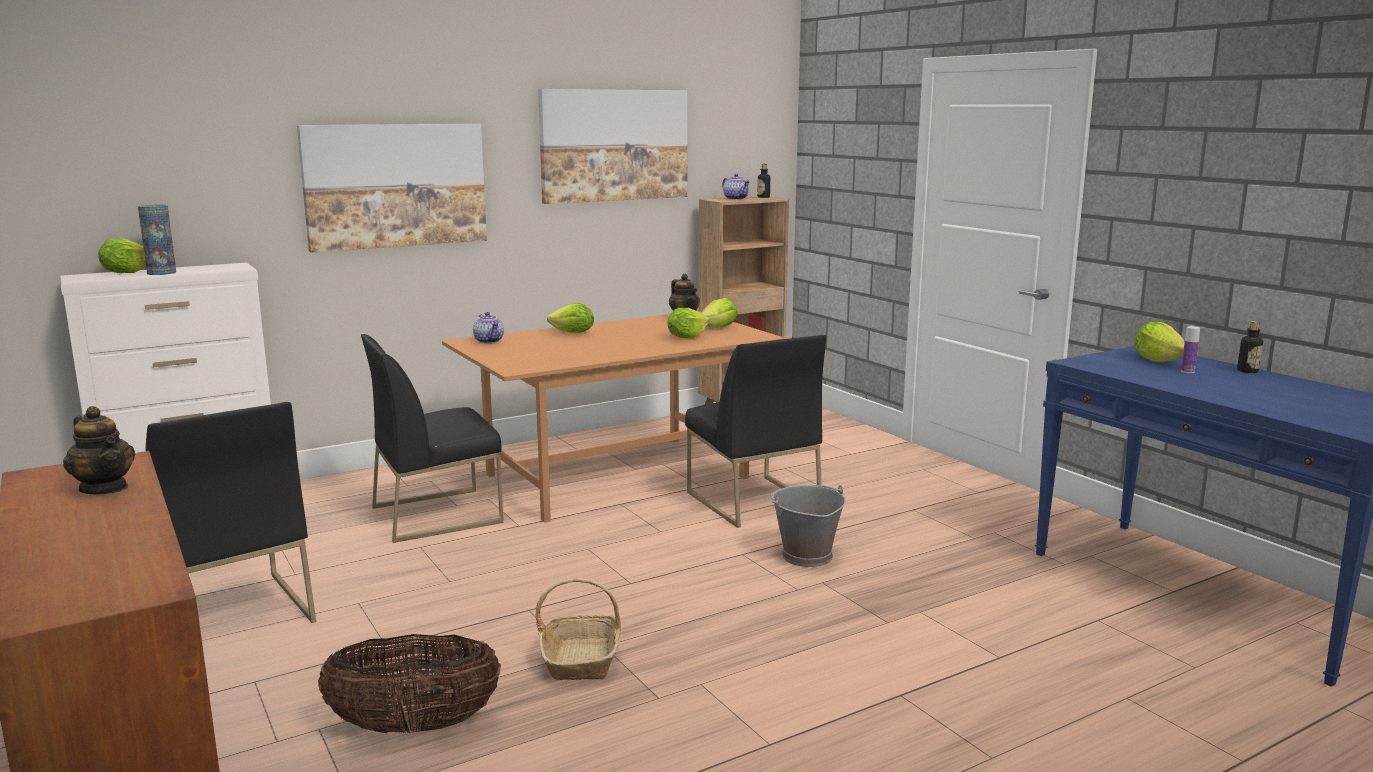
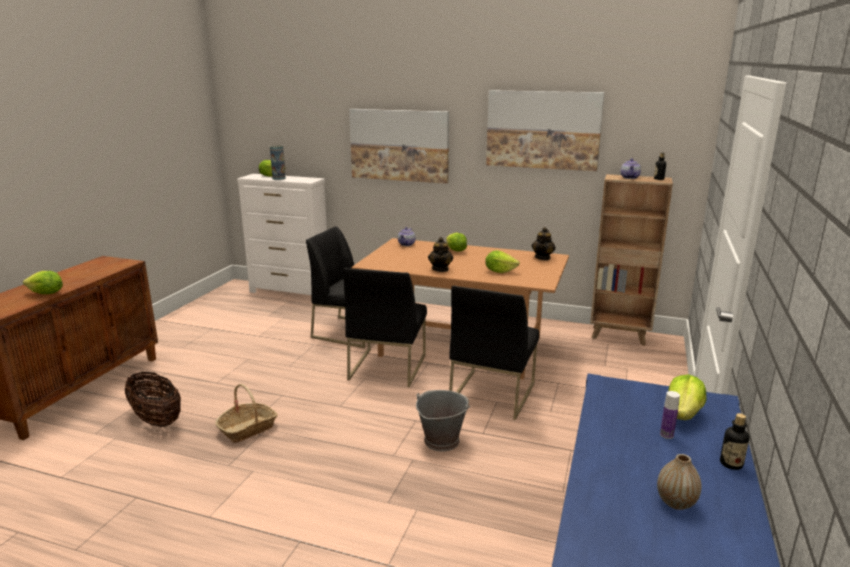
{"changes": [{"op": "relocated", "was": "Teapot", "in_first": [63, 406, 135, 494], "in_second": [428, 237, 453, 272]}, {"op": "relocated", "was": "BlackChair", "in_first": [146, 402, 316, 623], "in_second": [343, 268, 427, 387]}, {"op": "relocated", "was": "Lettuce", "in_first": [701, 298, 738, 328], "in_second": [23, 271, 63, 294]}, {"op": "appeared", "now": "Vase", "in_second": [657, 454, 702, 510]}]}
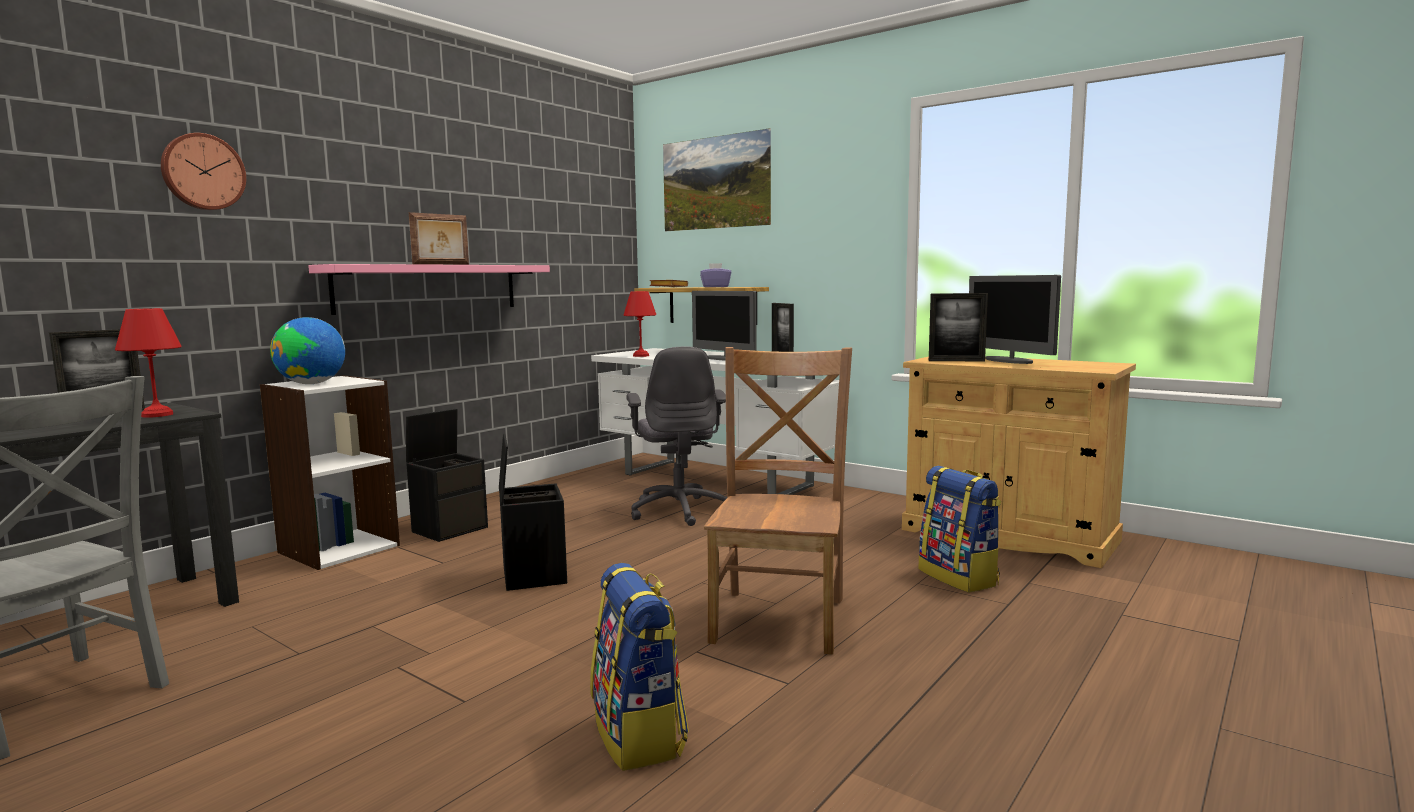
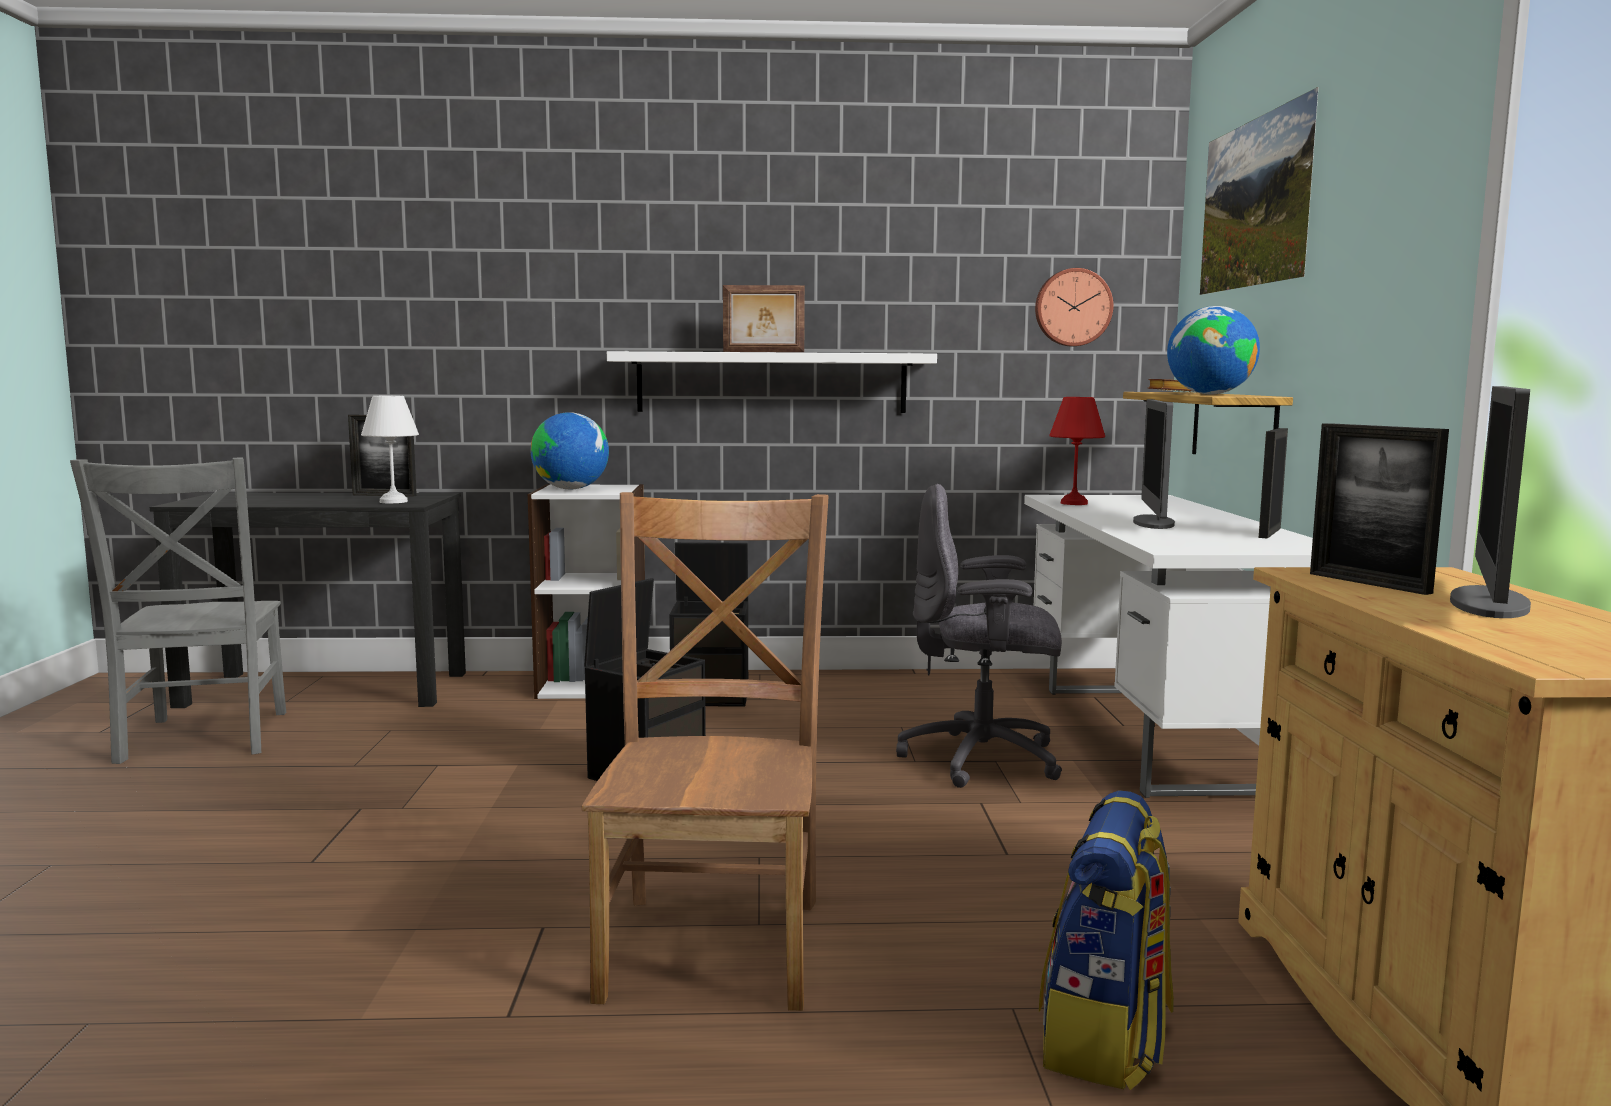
{"changes": [{"op": "colour", "was": "RedTableLamp", "now": "WhiteTableLamp", "in_first": [115, 308, 182, 418], "in_second": [361, 396, 419, 504]}, {"op": "relocated", "was": "WallClock", "in_first": [161, 133, 246, 210], "in_second": [1035, 268, 1113, 346]}, {"op": "colour", "was": "PinkShelf", "now": "WhiteShelf", "in_first": [308, 264, 550, 315], "in_second": [607, 351, 937, 413]}, {"op": "missing", "was": "Backpack", "in_first": [590, 563, 689, 771]}, {"op": "spun", "was": "GreyOfficeChair", "in_first": [626, 346, 727, 526], "in_second": [896, 484, 1062, 788], "clockwise": 60}, {"op": "exchanged", "was": "PurpleTissueBox", "now": "Globe", "in_first": [700, 263, 731, 287], "in_second": [1167, 306, 1260, 394]}, {"op": "spun", "was": "BrownChair", "in_first": [704, 347, 852, 655], "in_second": [582, 492, 829, 1011], "clockwise": -60}]}
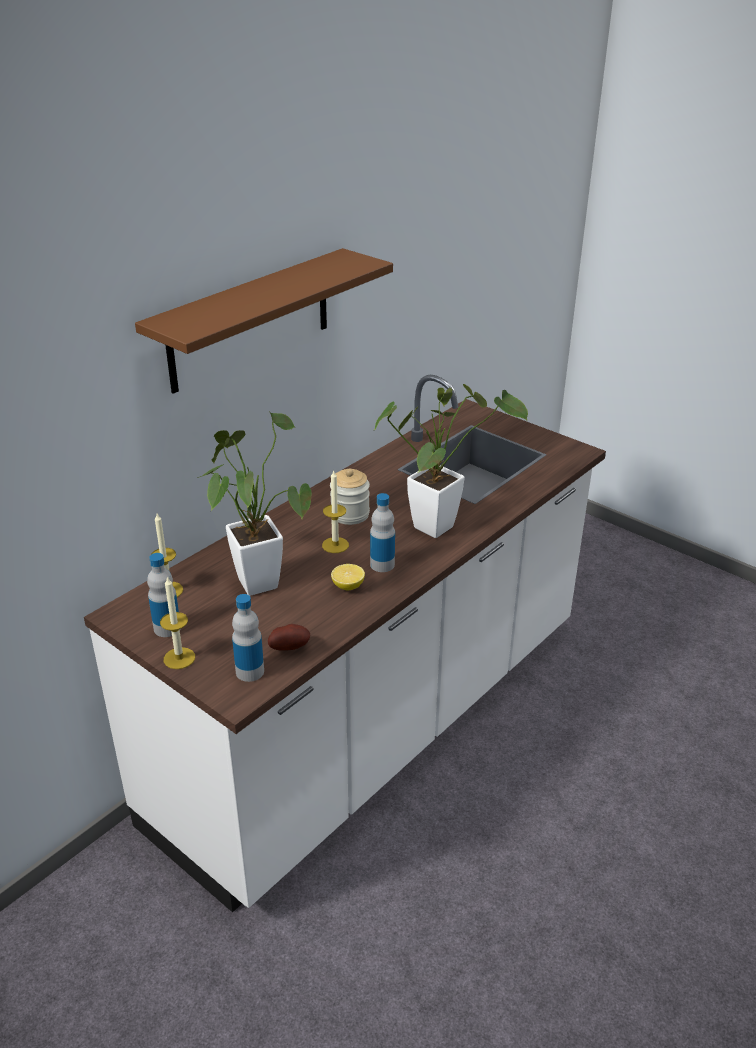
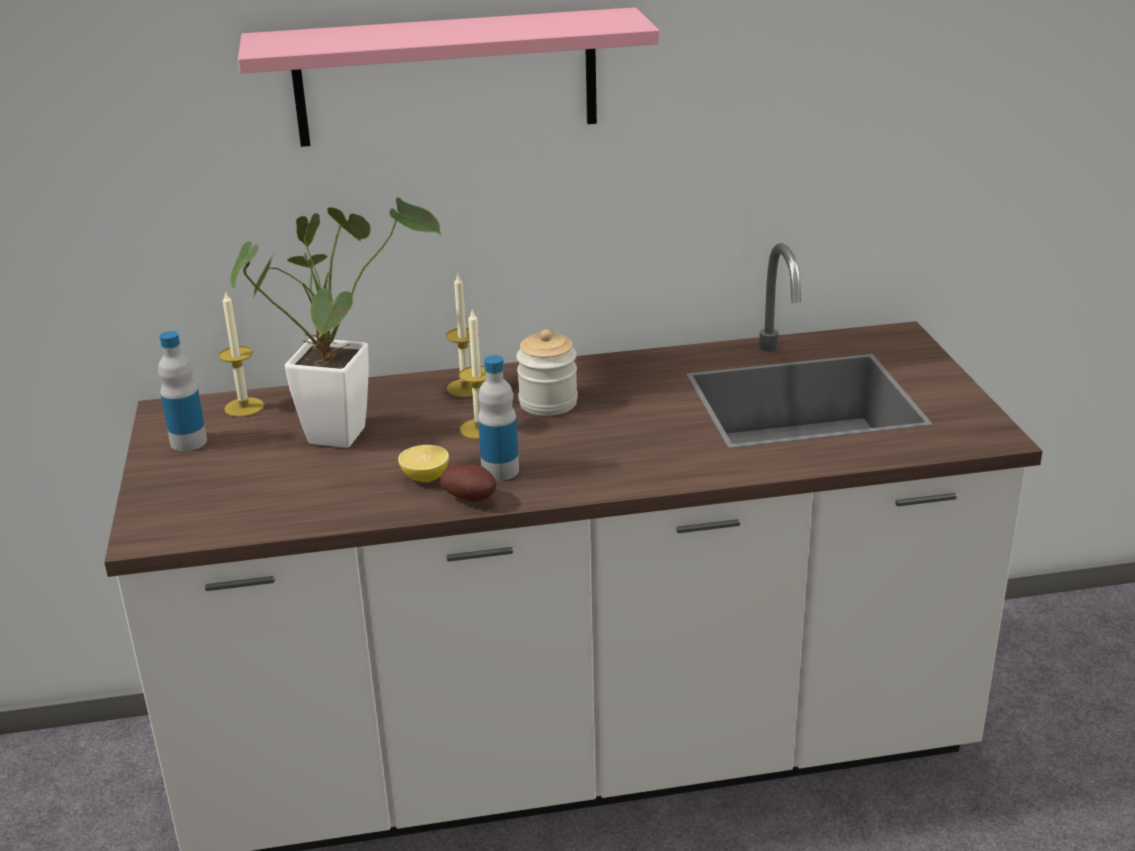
{"changes": [{"op": "colour", "was": "BrownShelf", "now": "PinkShelf", "in_first": [135, 248, 393, 394], "in_second": [238, 7, 660, 147]}, {"op": "relocated", "was": "Candle", "in_first": [160, 576, 195, 669], "in_second": [446, 274, 483, 397]}, {"op": "missing", "was": "Bottle", "in_first": [232, 594, 264, 682]}, {"op": "relocated", "was": "Potato", "in_first": [268, 624, 310, 651], "in_second": [440, 464, 496, 502]}, {"op": "missing", "was": "PottedPlant", "in_first": [373, 384, 528, 538]}]}
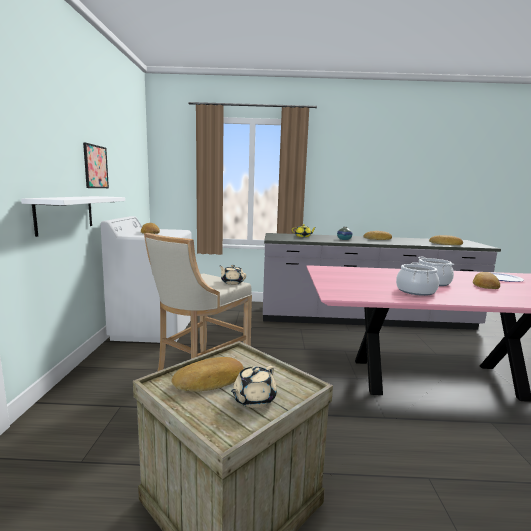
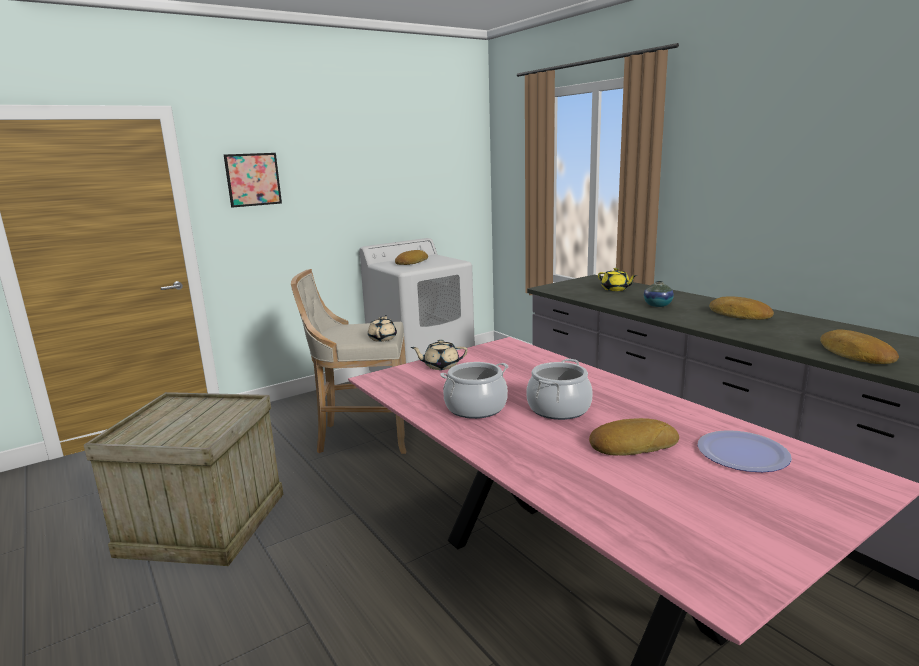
{"changes": [{"op": "missing", "was": "WhiteShelf", "in_first": [21, 196, 125, 237]}, {"op": "relocated", "was": "Picture", "in_first": [83, 142, 109, 188], "in_second": [224, 153, 282, 208]}, {"op": "missing", "was": "Bread", "in_first": [172, 357, 244, 392]}, {"op": "relocated", "was": "BeigeTeapot", "in_first": [231, 366, 277, 408], "in_second": [411, 340, 468, 370]}]}
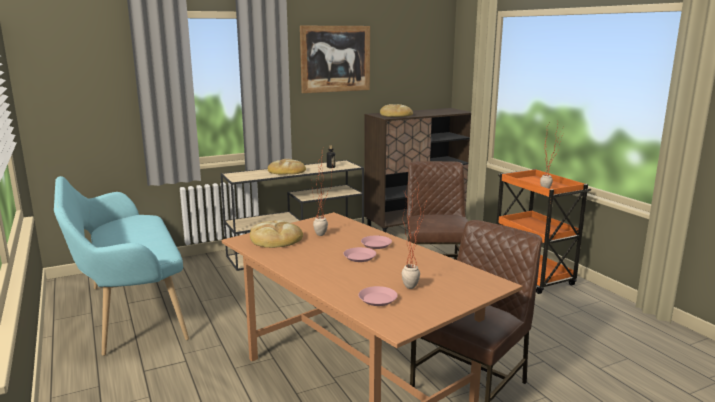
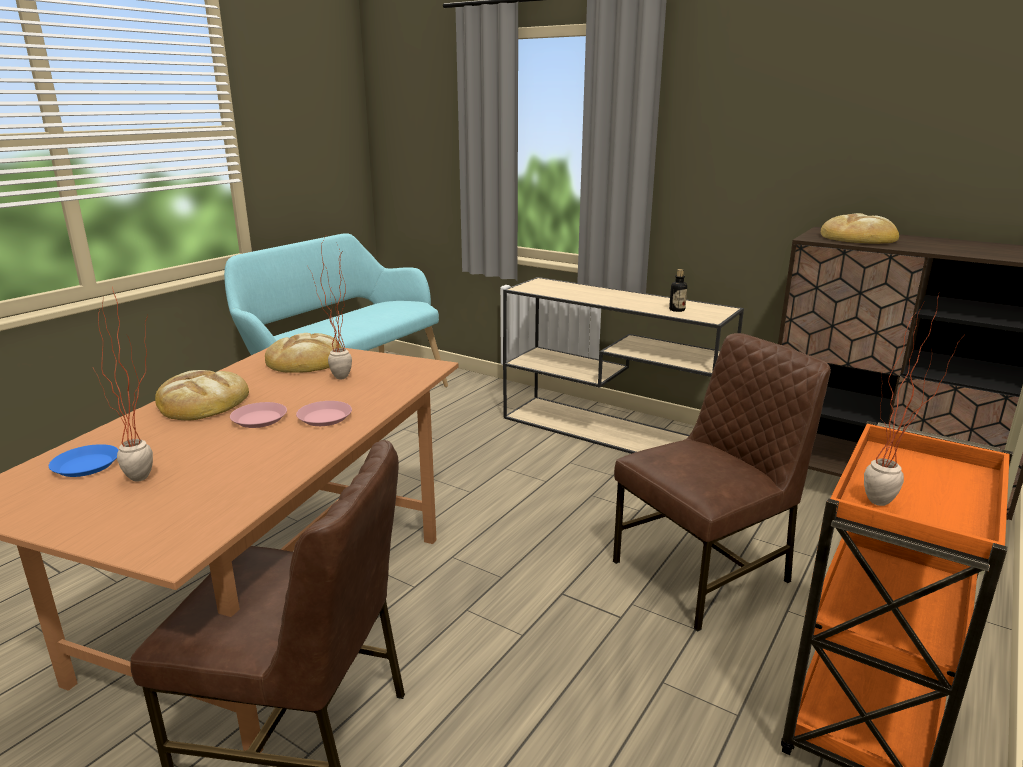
{"changes": [{"op": "relocated", "was": "Bread", "in_first": [268, 159, 306, 174], "in_second": [155, 370, 249, 420]}, {"op": "missing", "was": "Picture", "in_first": [300, 26, 370, 93]}, {"op": "colour", "was": "PinkPlate", "now": "BluePlate", "in_first": [359, 286, 398, 306], "in_second": [49, 444, 119, 477]}]}
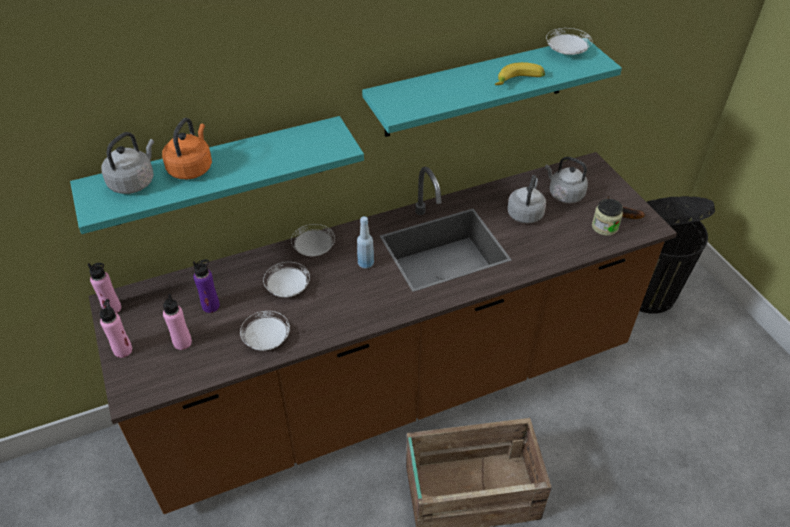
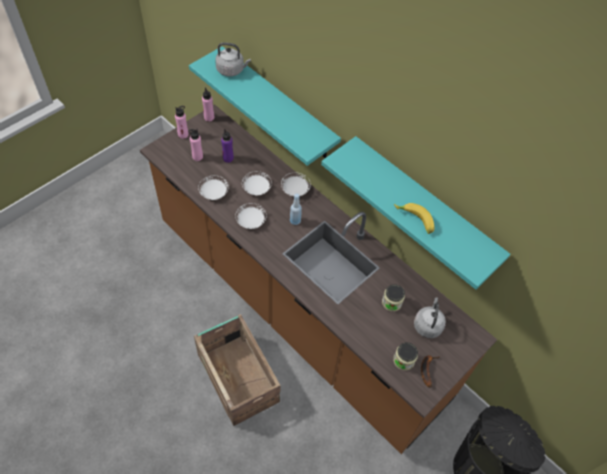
{"changes": [{"op": "missing", "was": "OrangeKettle", "in_first": [162, 118, 212, 179]}, {"op": "exchanged", "was": "GreyKettle", "now": "Jar", "in_first": [507, 175, 546, 223], "in_second": [382, 284, 405, 312]}, {"op": "relocated", "was": "WhitePlate", "in_first": [546, 28, 592, 55], "in_second": [235, 203, 267, 229]}]}
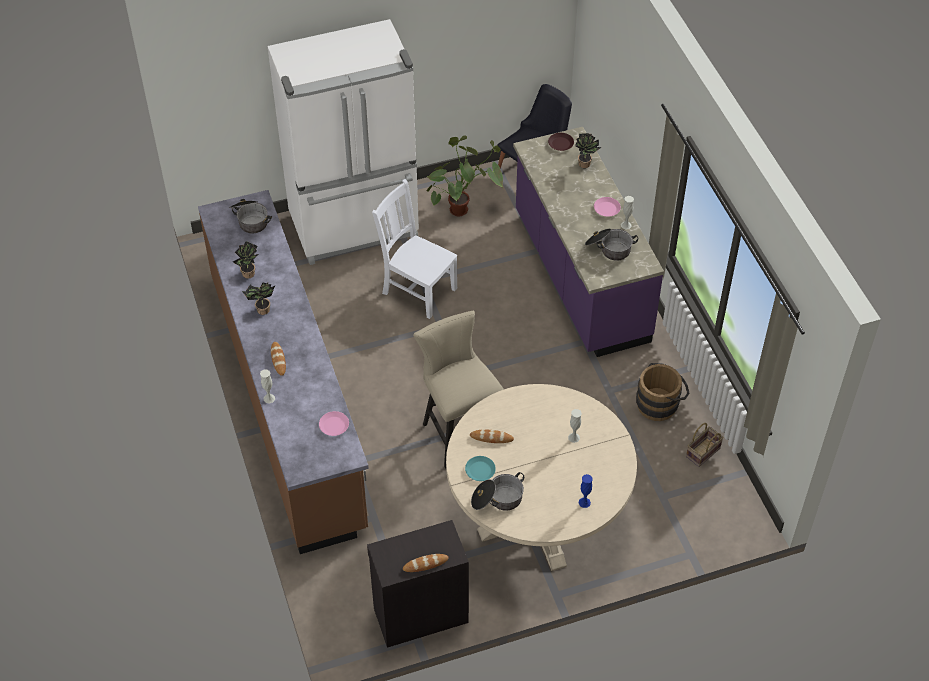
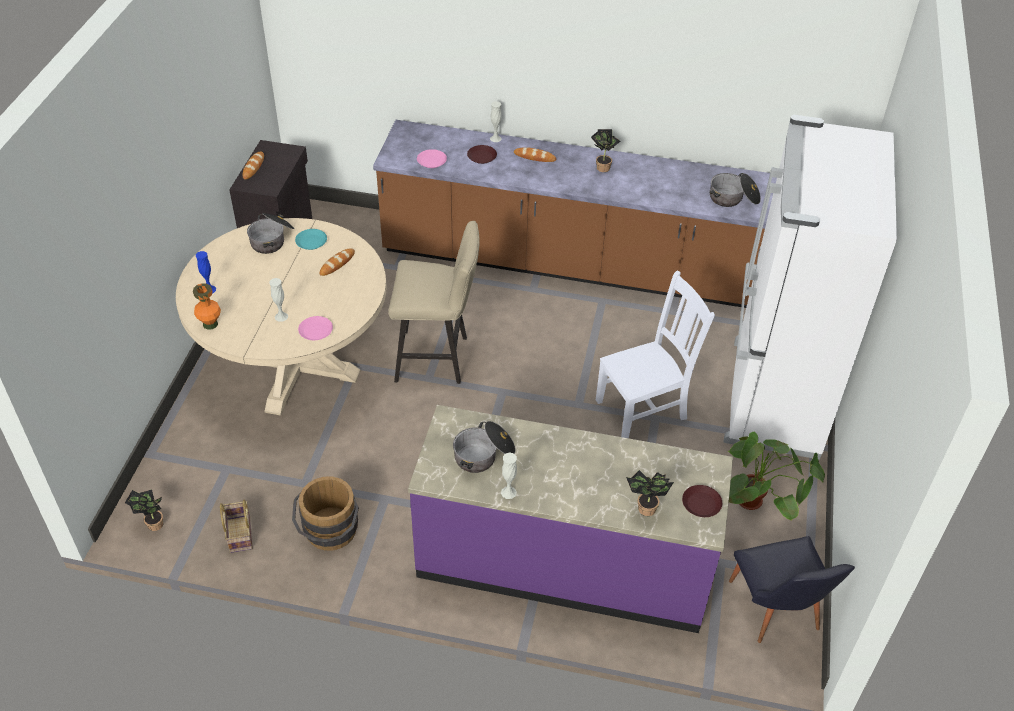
{"changes": [{"op": "relocated", "was": "PottedPlant", "in_first": [233, 241, 259, 278], "in_second": [125, 489, 163, 531]}, {"op": "relocated", "was": "PinkPlate", "in_first": [594, 197, 621, 217], "in_second": [298, 316, 333, 340]}, {"op": "appeared", "now": "OrangeVase", "in_second": [193, 283, 221, 330]}, {"op": "appeared", "now": "BrownPlate", "in_second": [467, 145, 497, 164]}]}
